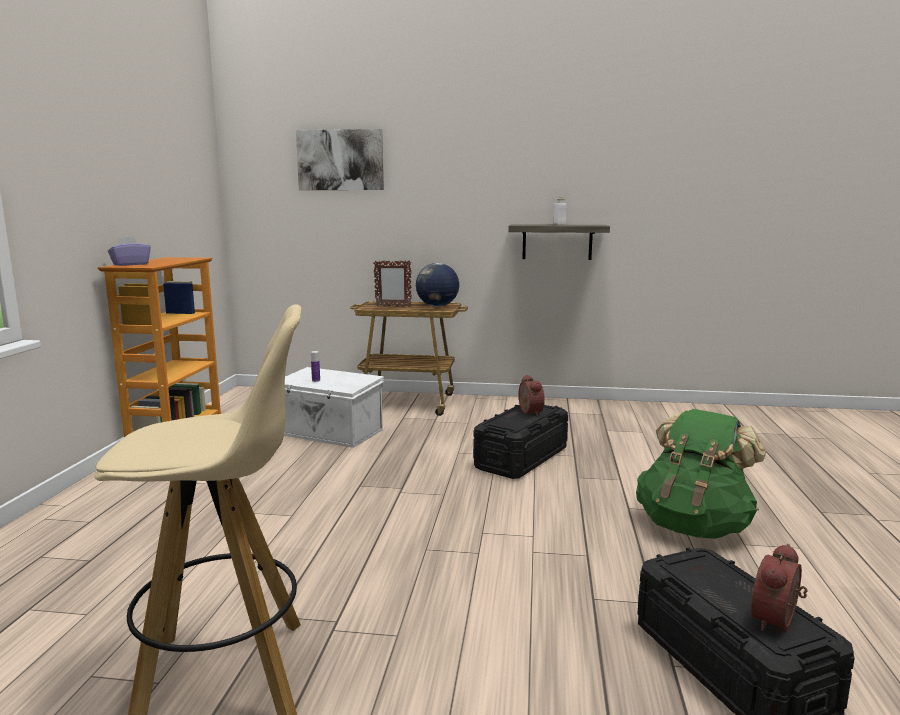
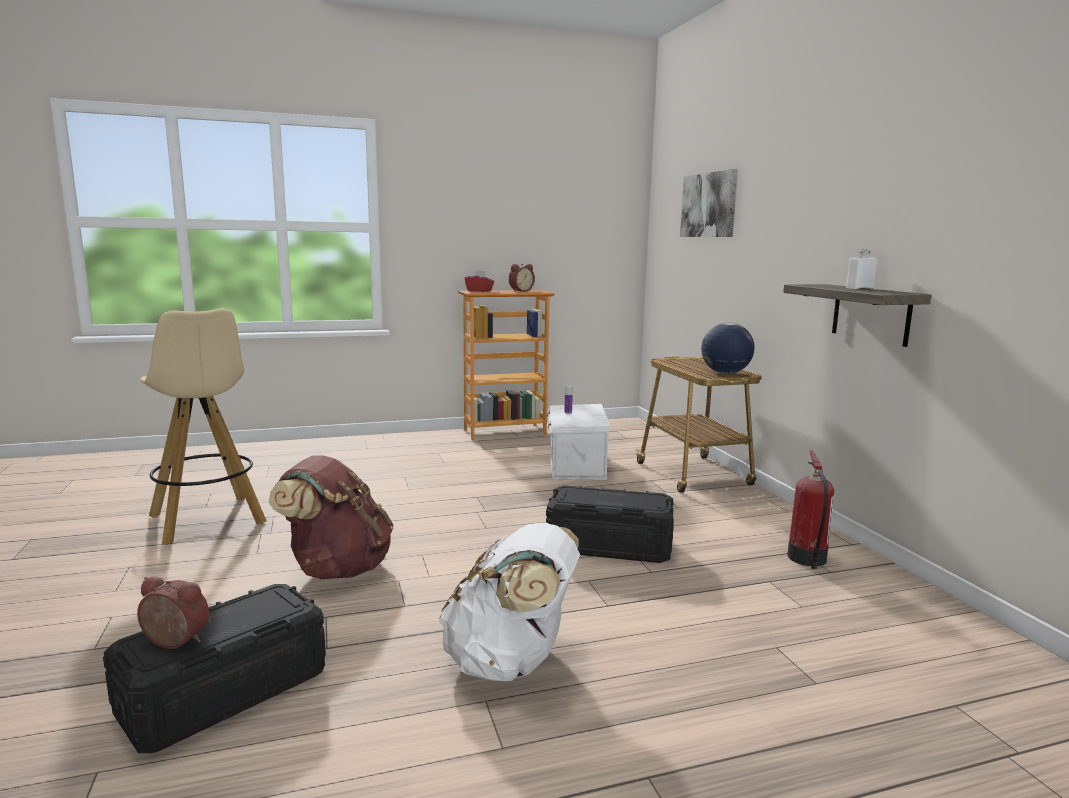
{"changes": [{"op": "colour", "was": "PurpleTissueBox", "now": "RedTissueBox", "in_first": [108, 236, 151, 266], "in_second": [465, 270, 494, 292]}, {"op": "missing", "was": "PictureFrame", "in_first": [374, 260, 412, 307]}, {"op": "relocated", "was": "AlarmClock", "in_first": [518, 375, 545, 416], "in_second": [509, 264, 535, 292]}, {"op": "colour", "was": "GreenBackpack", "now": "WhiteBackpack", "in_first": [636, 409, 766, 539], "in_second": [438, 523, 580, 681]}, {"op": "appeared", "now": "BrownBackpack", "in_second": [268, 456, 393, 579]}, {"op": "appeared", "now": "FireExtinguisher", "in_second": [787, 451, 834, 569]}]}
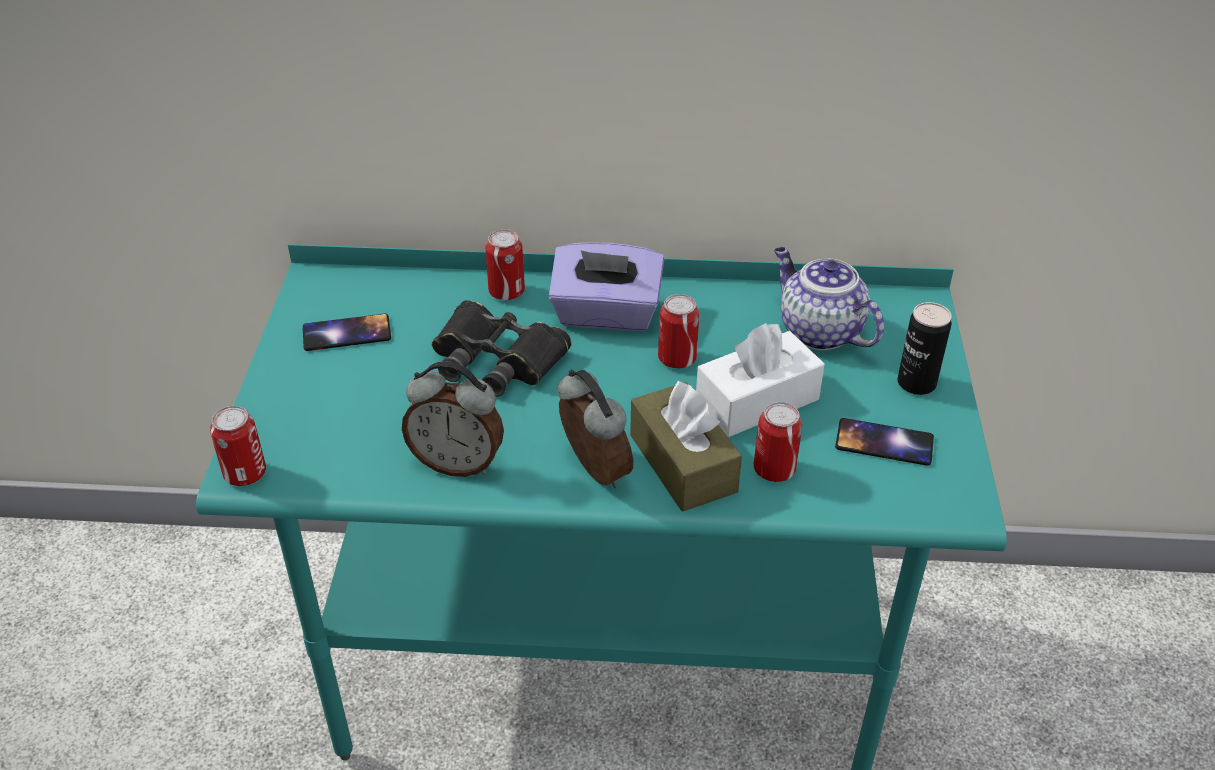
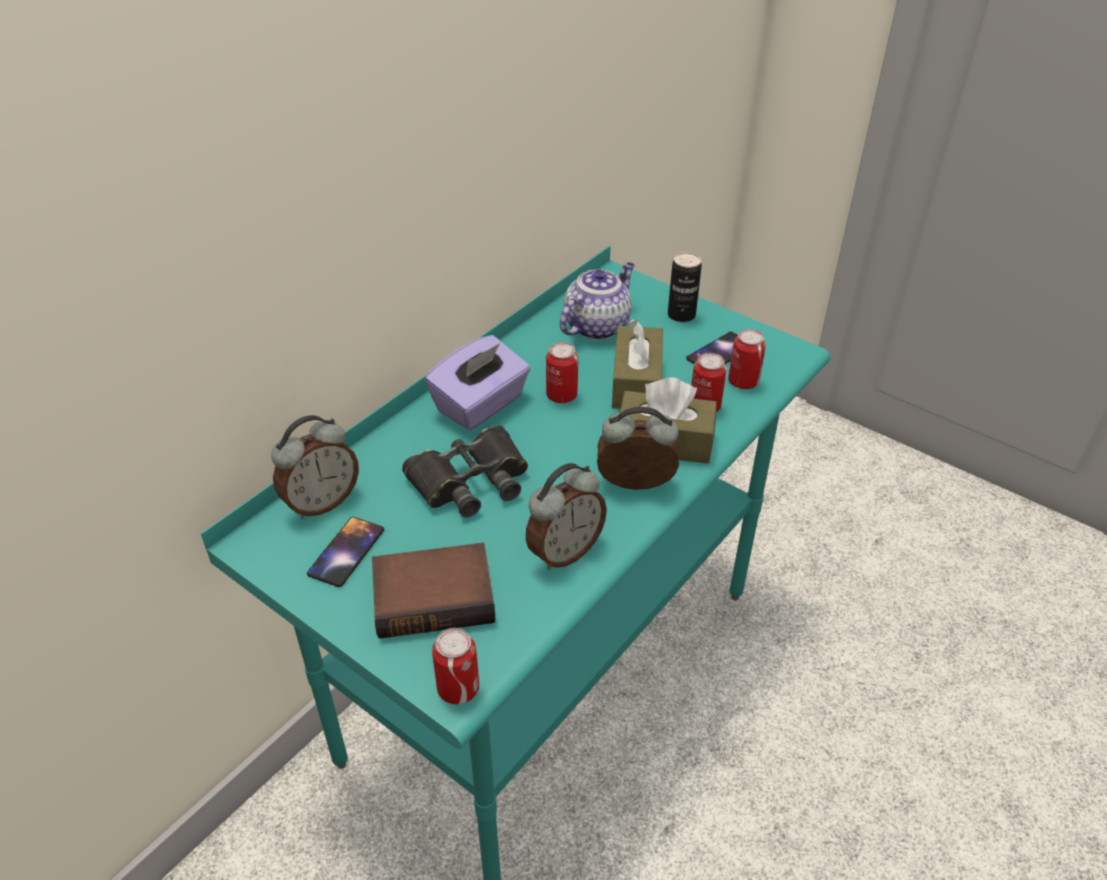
{"changes": [{"op": "relocated", "was": "Can", "in_first": [485, 229, 525, 300], "in_second": [728, 329, 766, 389]}, {"op": "colour", "was": "WhiteTissueBox", "now": "BrownTissueBox", "in_first": [696, 323, 825, 437], "in_second": [612, 319, 663, 409]}, {"op": "spun", "was": "Teapot", "in_first": [774, 247, 885, 350], "in_second": [560, 262, 635, 340], "clockwise": 135}, {"op": "appeared", "now": "AlarmClock", "in_second": [271, 415, 359, 519]}, {"op": "appeared", "now": "Book", "in_second": [372, 543, 495, 639]}]}
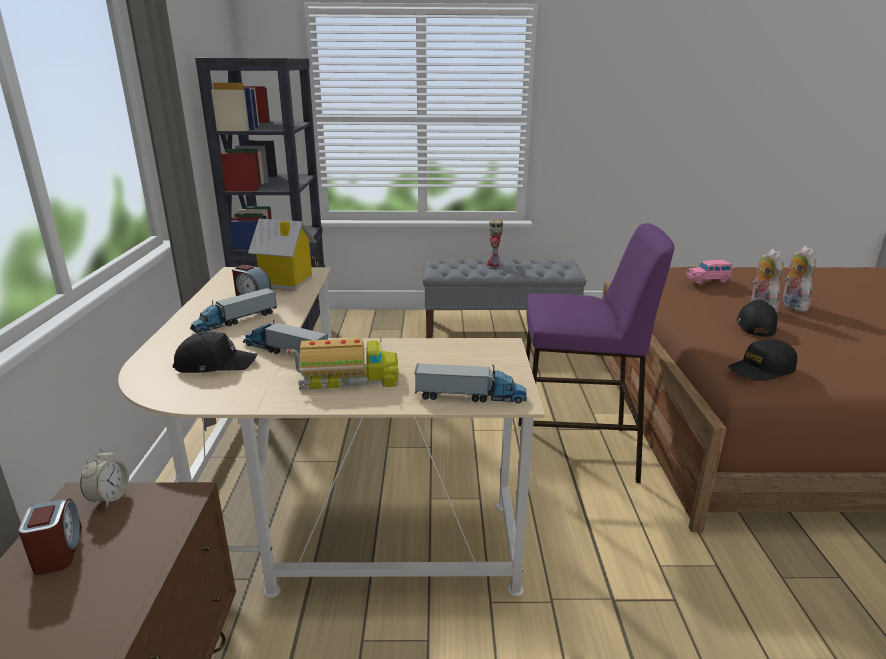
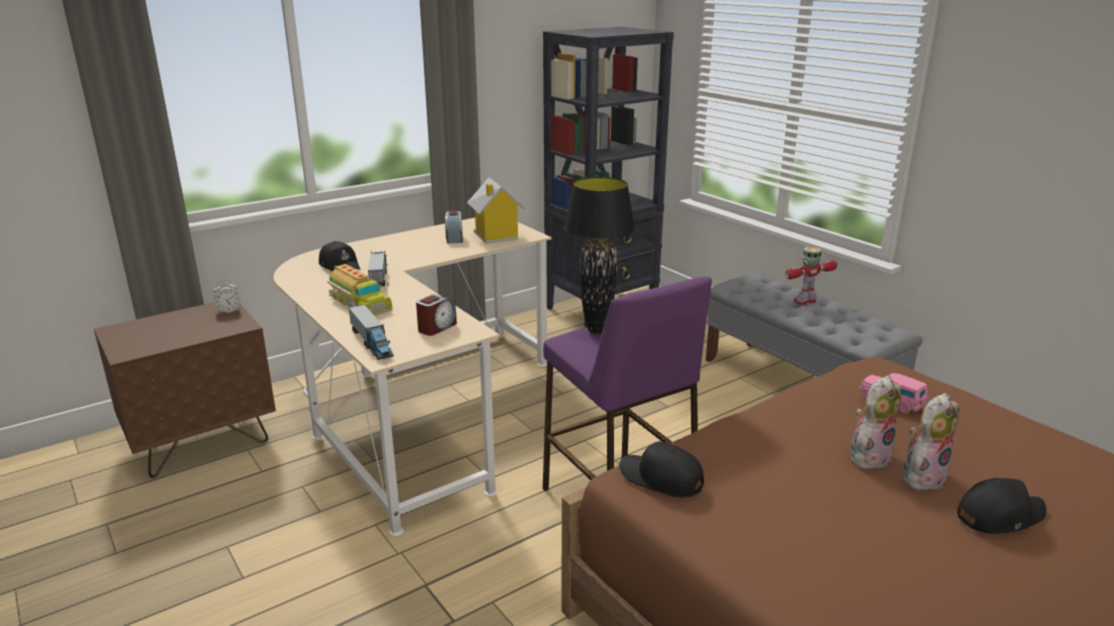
{"changes": [{"op": "relocated", "was": "AlarmClock", "in_first": [18, 499, 82, 575], "in_second": [416, 294, 457, 336]}, {"op": "missing", "was": "ToyTruck", "in_first": [190, 288, 277, 333]}, {"op": "relocated", "was": "BlackCap", "in_first": [737, 299, 778, 337], "in_second": [957, 478, 1047, 534]}, {"op": "appeared", "now": "BlackTableLamp", "in_second": [564, 177, 635, 334]}]}
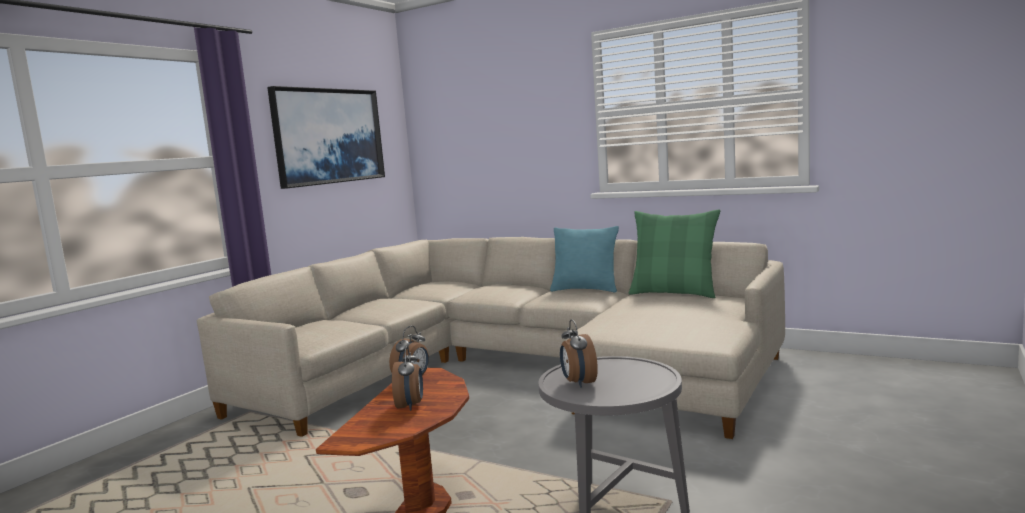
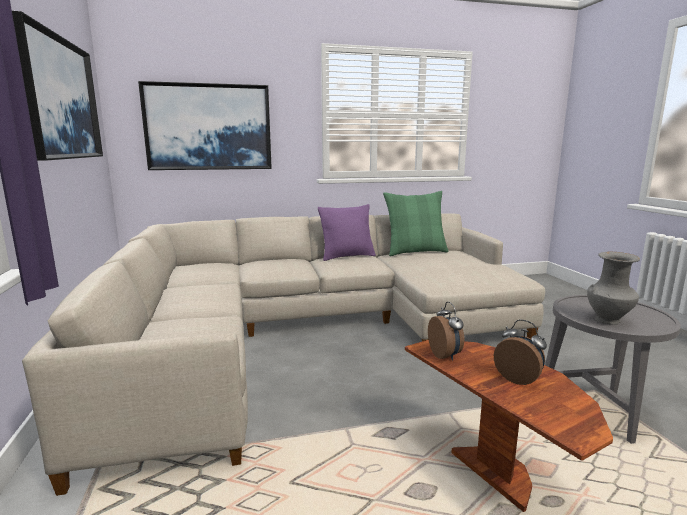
{"changes": [{"op": "colour", "was": "TurquoisePillow", "now": "PurplePillow", "in_first": [550, 226, 619, 292], "in_second": [318, 204, 376, 261]}, {"op": "exchanged", "was": "AlarmClock", "now": "GreyVase", "in_first": [560, 319, 598, 388], "in_second": [587, 252, 640, 325]}, {"op": "appeared", "now": "Picture", "in_second": [138, 81, 272, 170]}]}
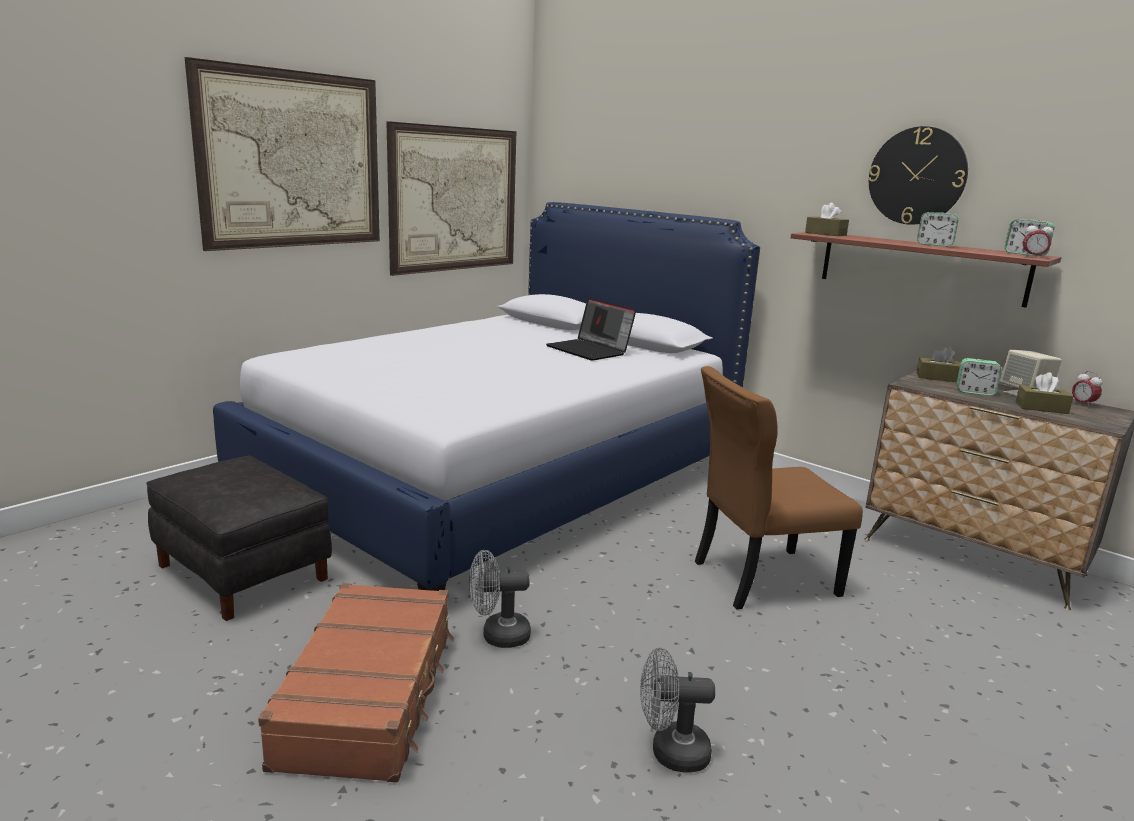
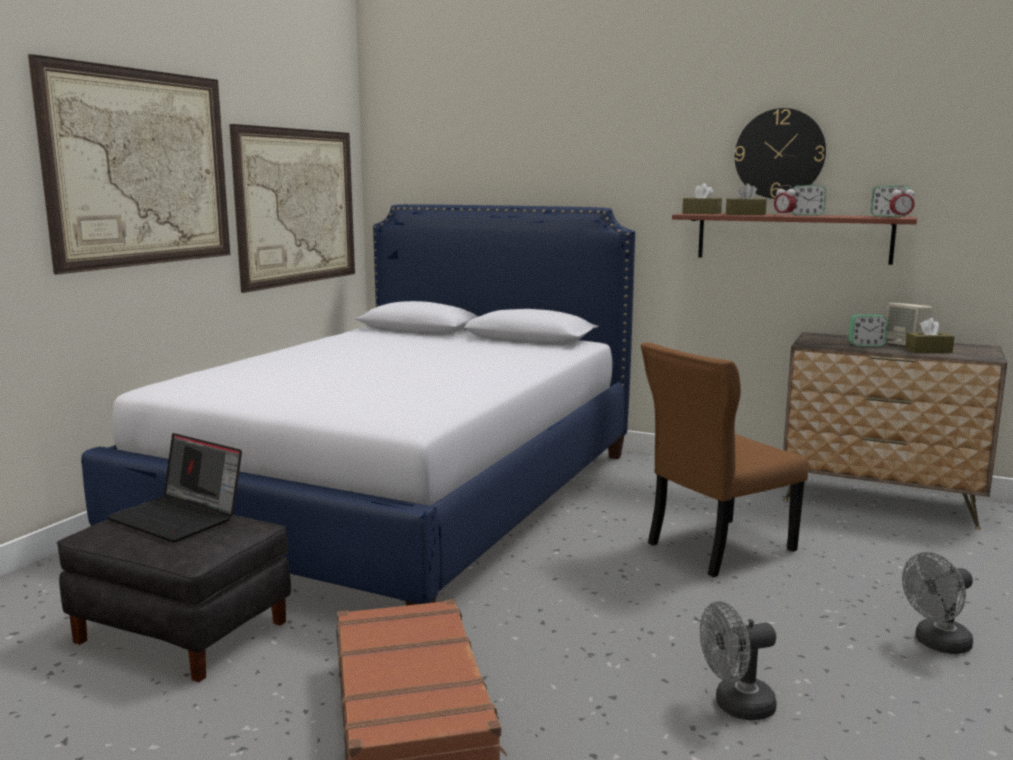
{"changes": [{"op": "relocated", "was": "GreyFan", "in_first": [469, 550, 531, 648], "in_second": [902, 552, 973, 654]}, {"op": "relocated", "was": "Laptop", "in_first": [546, 298, 636, 361], "in_second": [106, 433, 242, 542]}, {"op": "relocated", "was": "BrownTissueBox", "in_first": [917, 346, 961, 382], "in_second": [726, 183, 767, 215]}, {"op": "relocated", "was": "AlarmClock", "in_first": [1072, 371, 1102, 407], "in_second": [774, 185, 797, 216]}]}
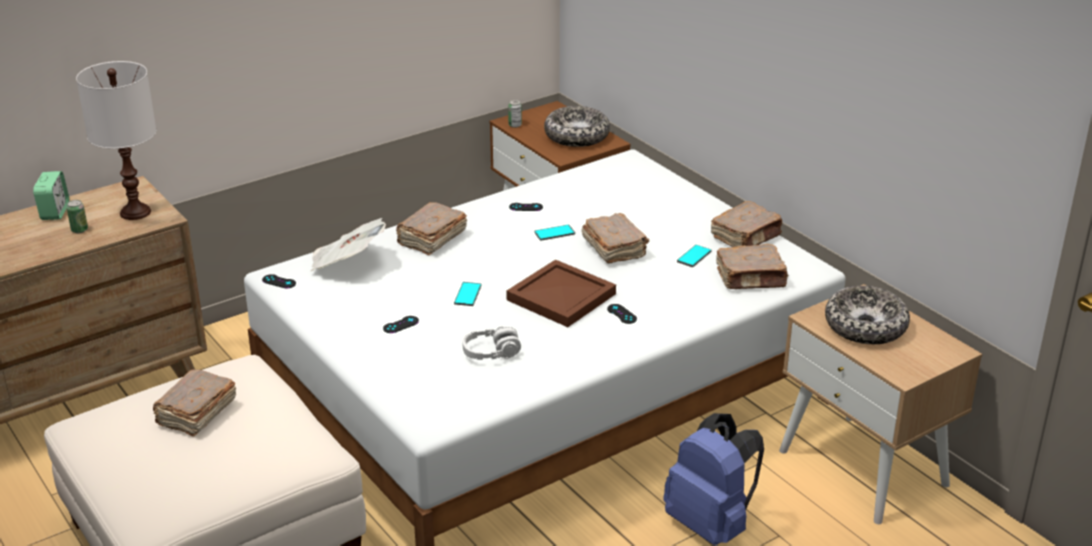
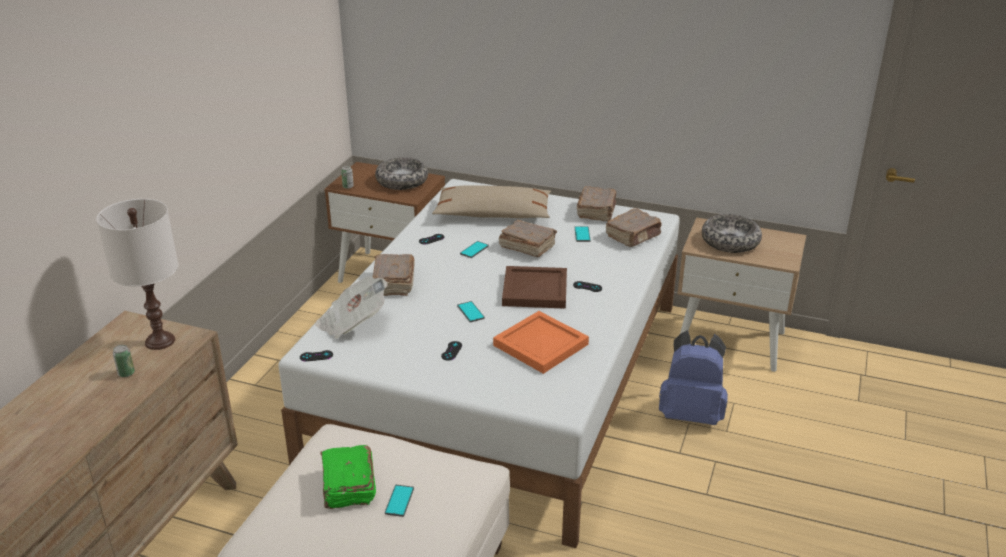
{"changes": [{"op": "missing", "was": "AlarmClock", "in_first": [33, 171, 69, 220]}, {"op": "colour", "was": "BrownBook", "now": "GreenBook", "in_first": [153, 369, 236, 437], "in_second": [320, 445, 376, 509]}, {"op": "exchanged", "was": "GreyHeadphones", "now": "OrangeTray", "in_first": [462, 326, 521, 360], "in_second": [493, 311, 589, 374]}, {"op": "appeared", "now": "Phone", "in_second": [385, 485, 414, 517]}, {"op": "appeared", "now": "BeigePillow", "in_second": [432, 185, 551, 218]}]}
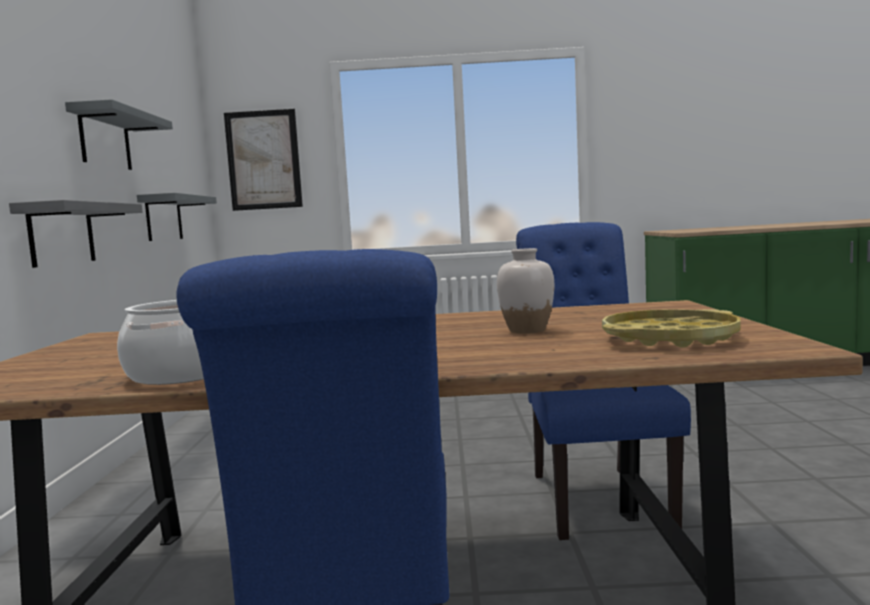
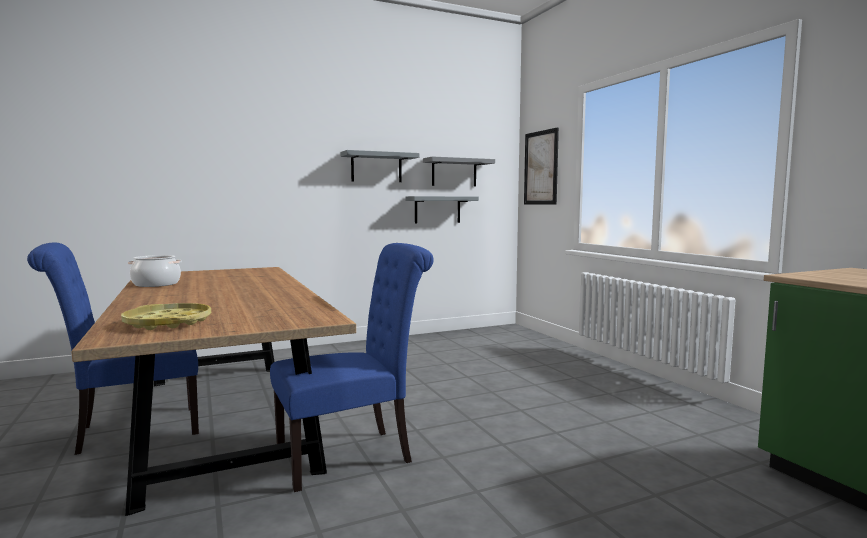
{"changes": [{"op": "relocated", "was": "GreyShelf", "in_first": [9, 200, 143, 268], "in_second": [423, 157, 495, 186]}, {"op": "missing", "was": "WhiteVase", "in_first": [497, 248, 554, 334]}]}
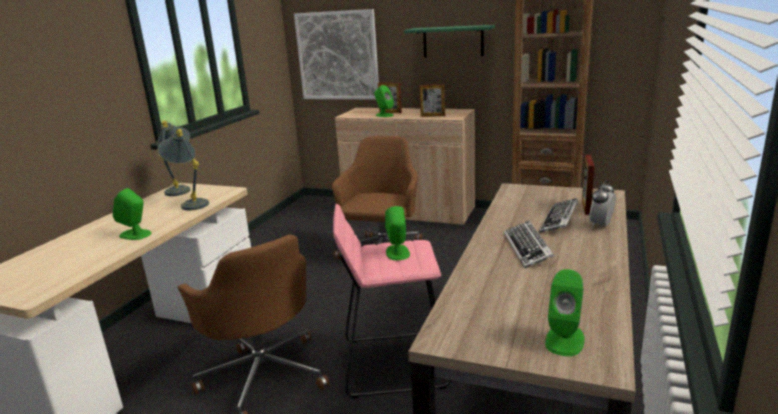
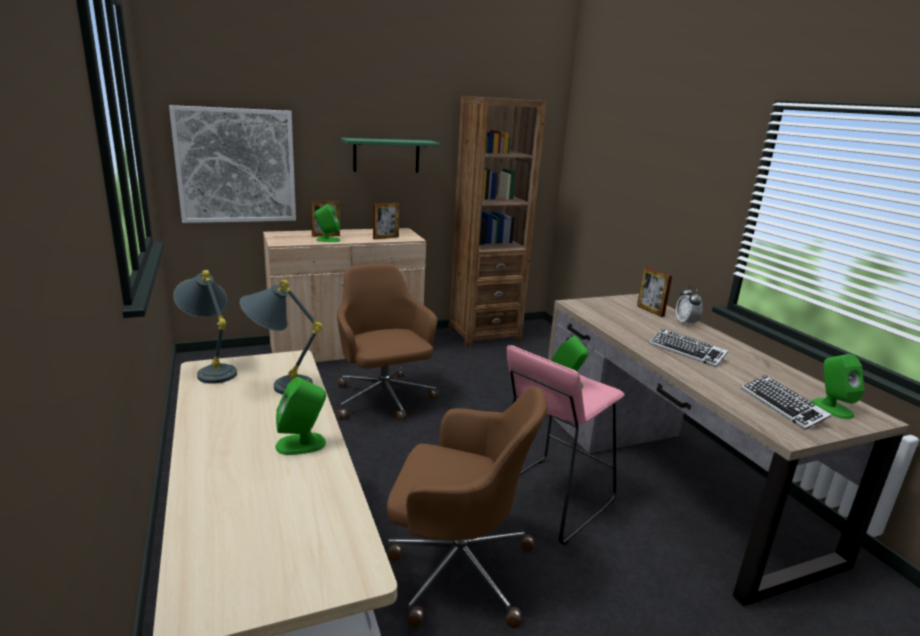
{"changes": [{"op": "relocated", "was": "Keyboard", "in_first": [539, 198, 578, 233], "in_second": [741, 375, 832, 430]}]}
